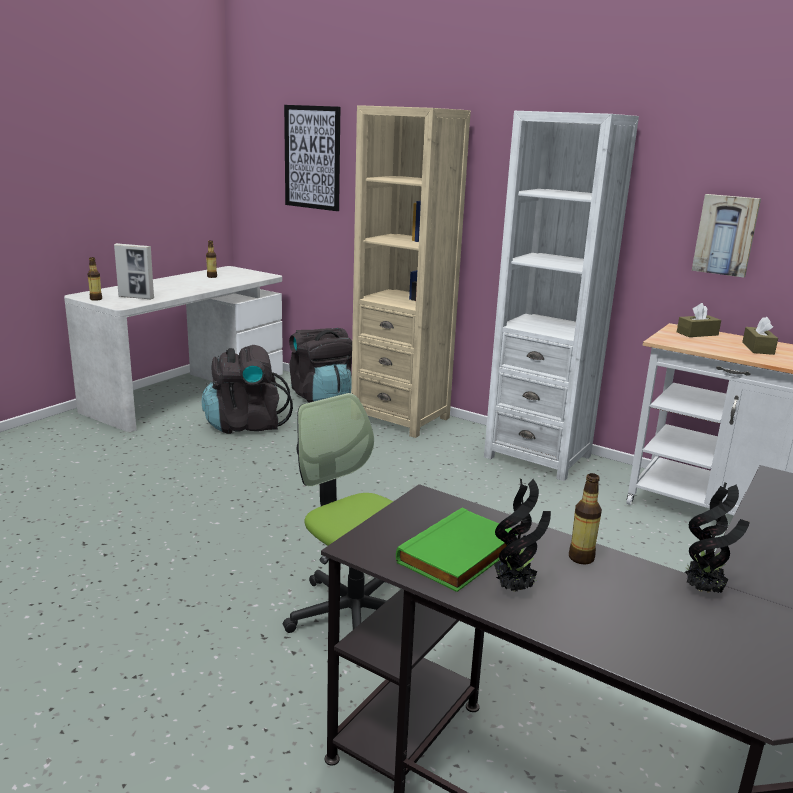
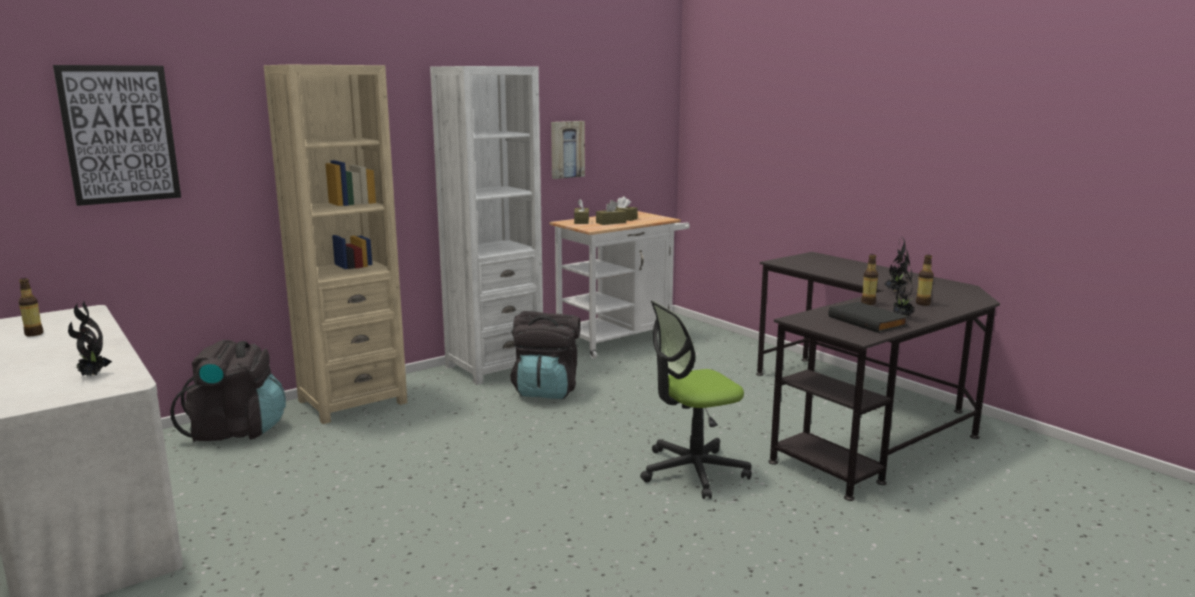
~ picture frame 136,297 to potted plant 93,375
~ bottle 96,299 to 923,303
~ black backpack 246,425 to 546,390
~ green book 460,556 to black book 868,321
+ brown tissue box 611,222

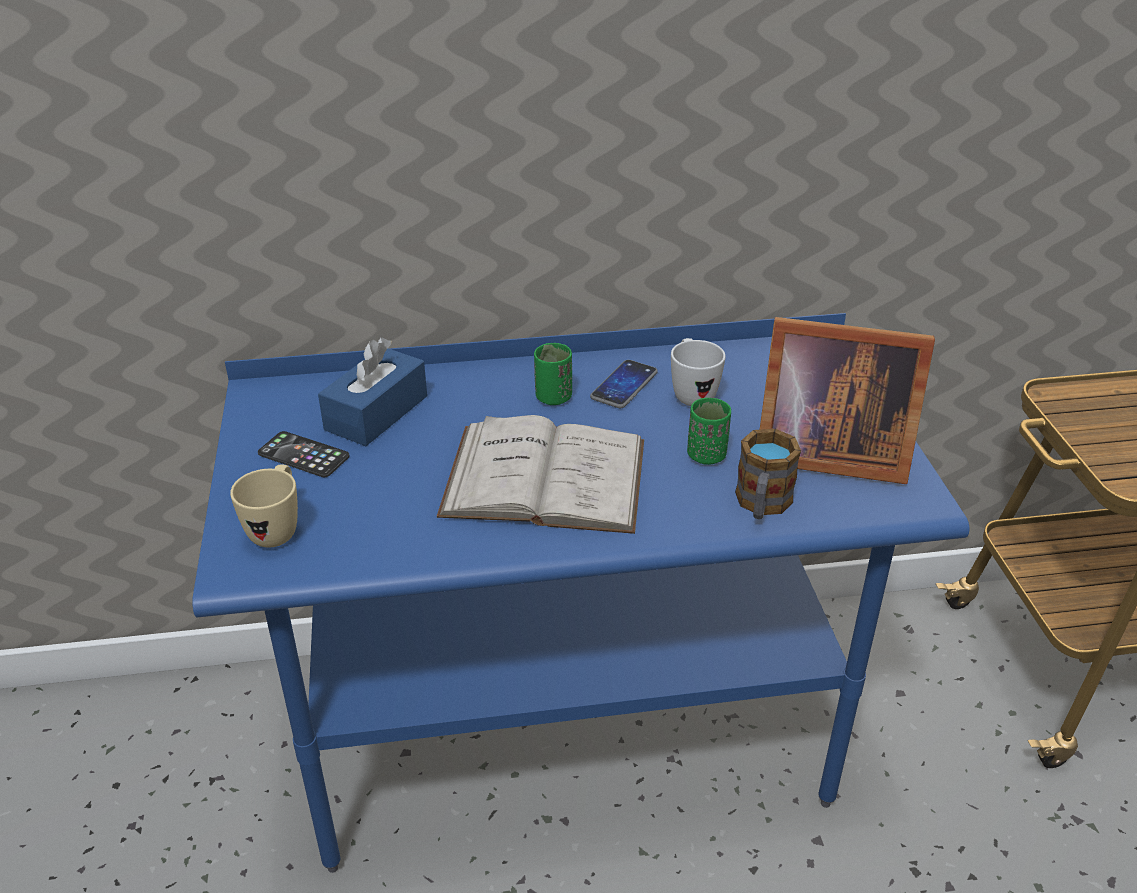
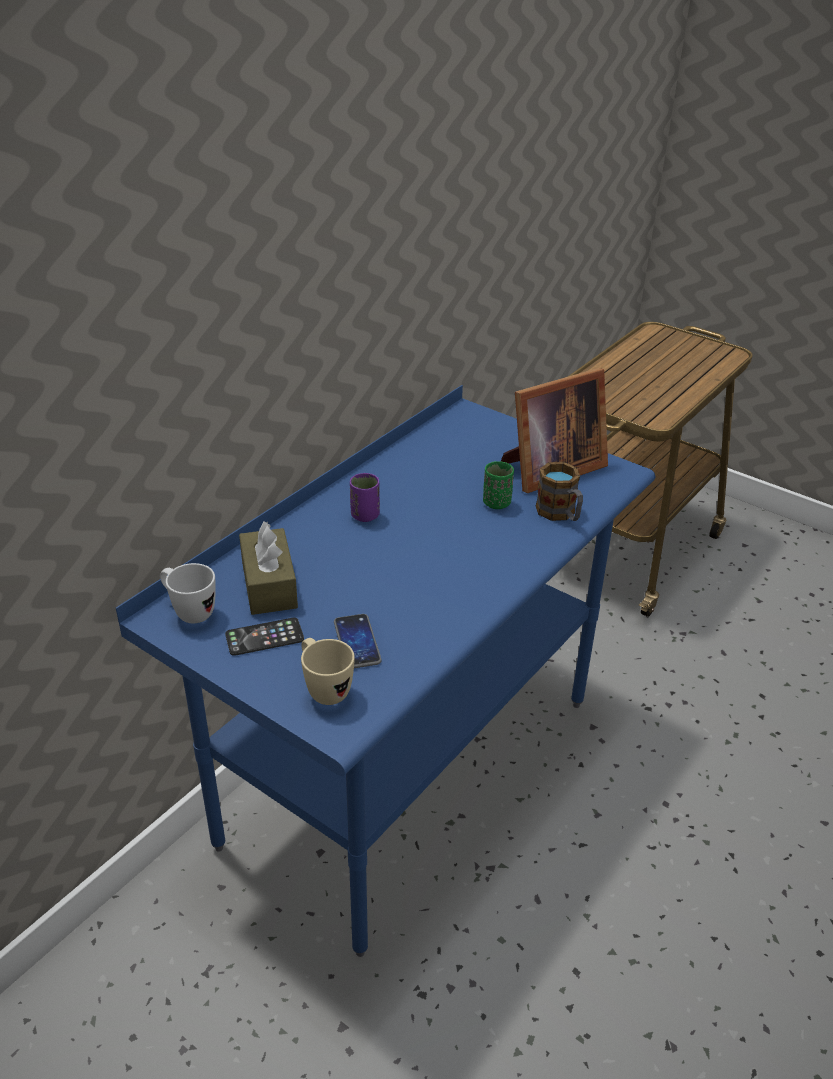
~ blue tissue box 376,413 to brown tissue box 269,585
~ white mug 691,393 to 189,611
~ green cup 553,397 to purple cup 365,515
~ phone 624,385 to 357,642
- white book 545,477

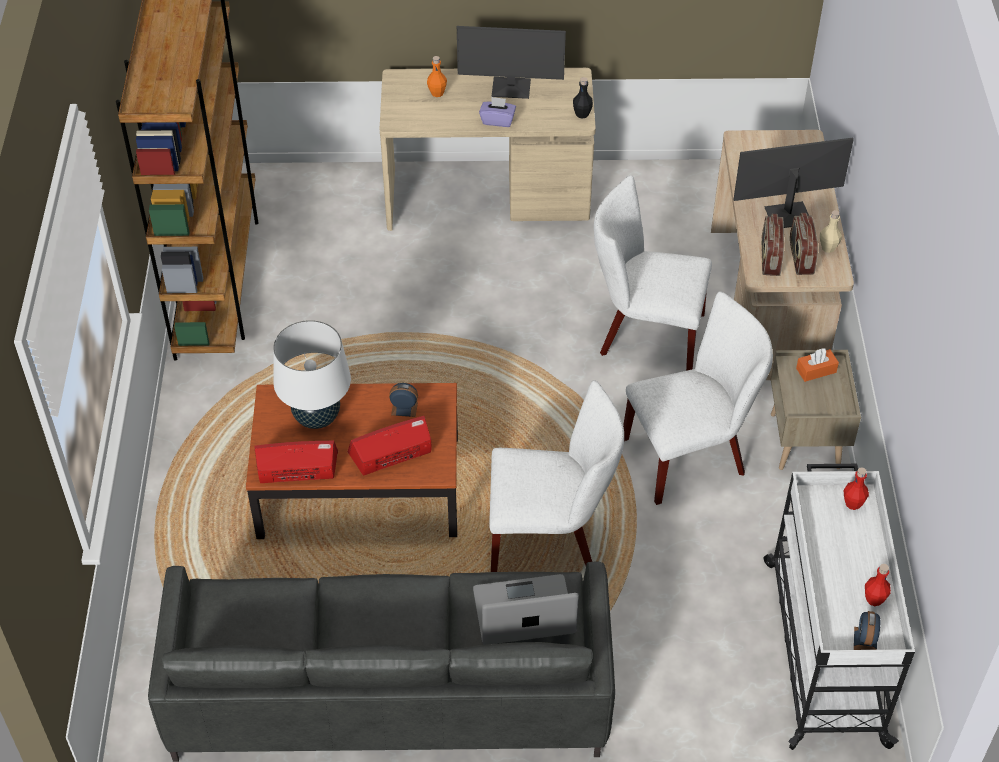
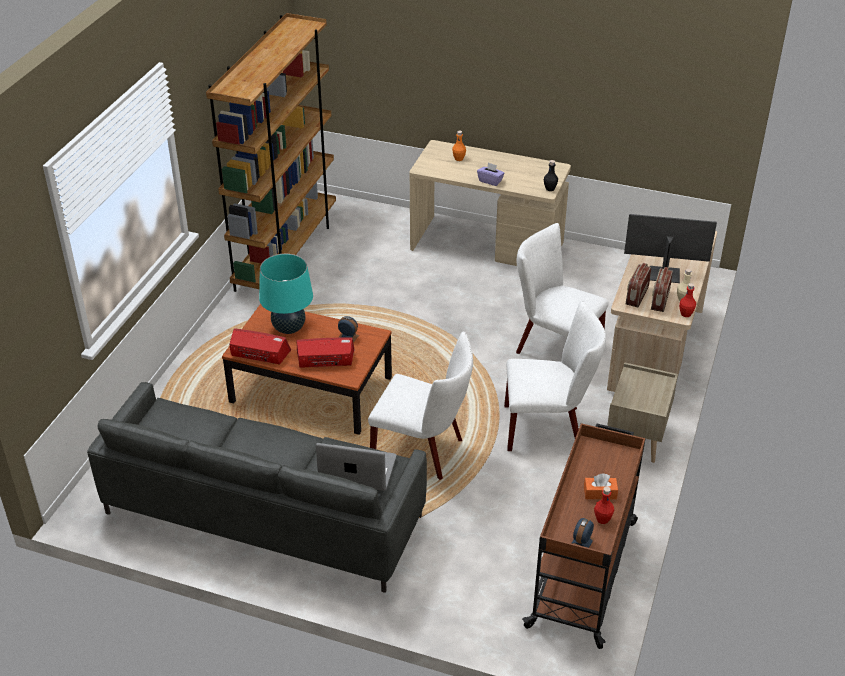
- monitor 511,89
~ white table lamp 317,417 to turquoise table lamp 289,328
~ orange tissue box 816,370 to 600,493
~ white cart 824,648 to brown cart 583,571
~ red bottle 853,503 to 686,314

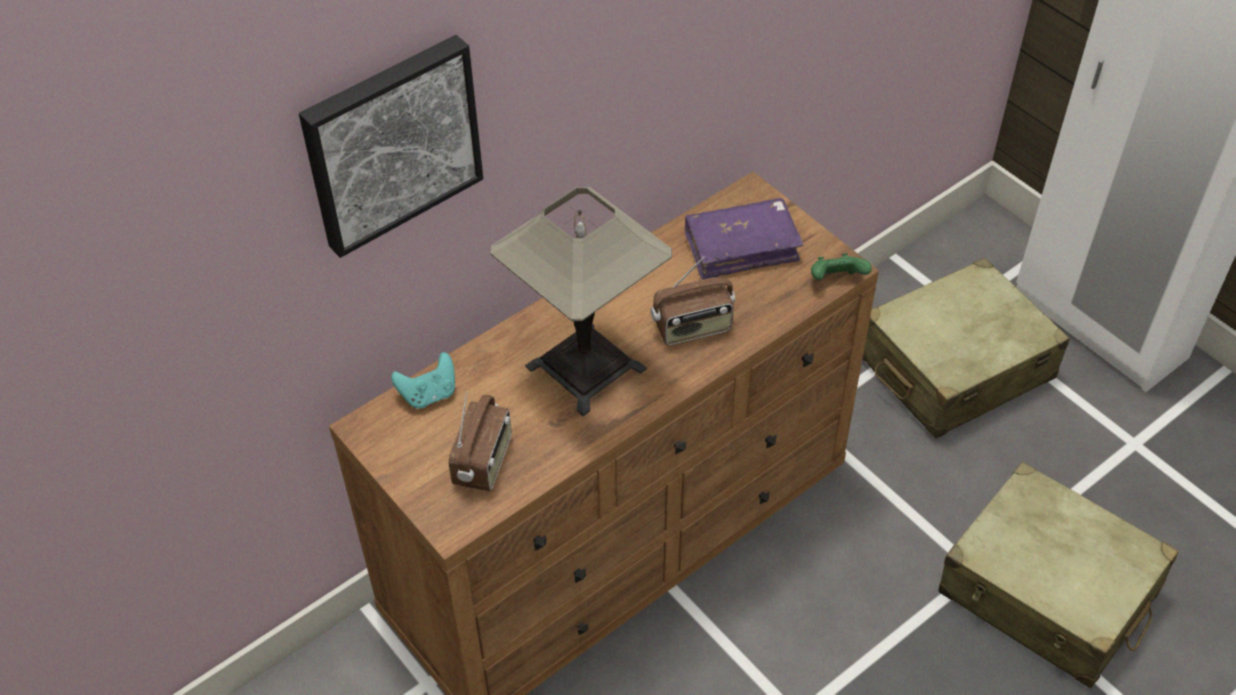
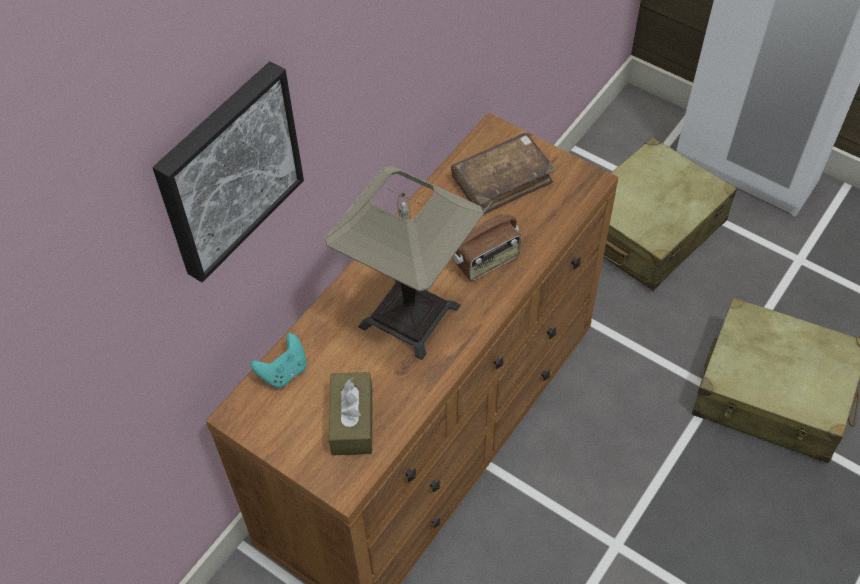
~ purple book 741,247 to brown book 502,181
- green game controller 836,280
~ radio 484,462 to brown tissue box 352,421

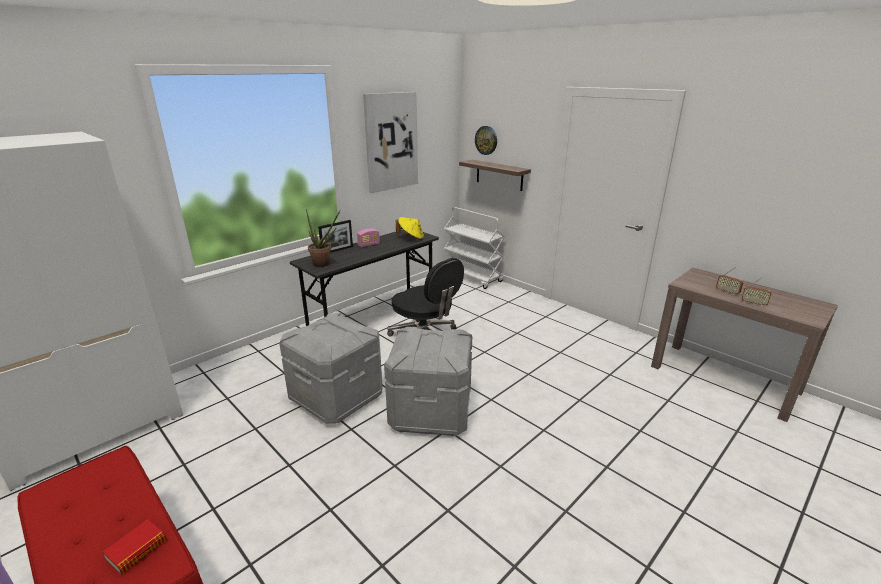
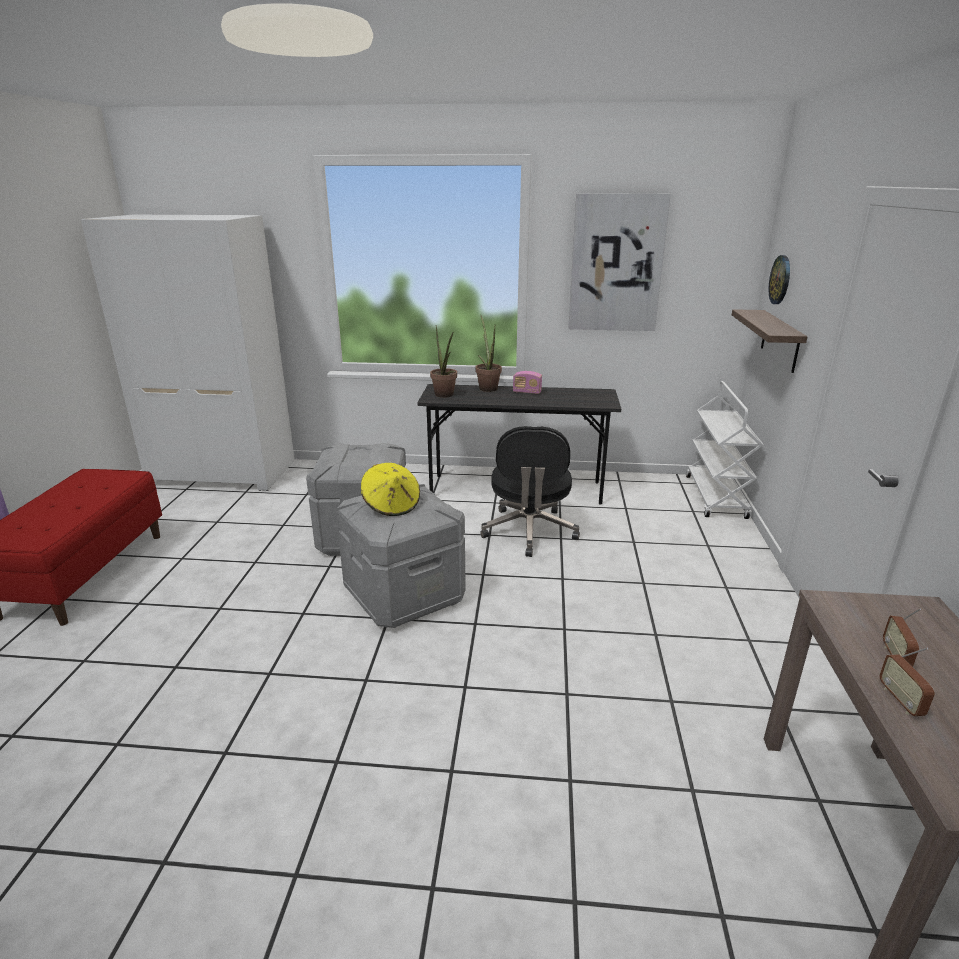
~ yellow hat 411,238 to 391,505
~ picture frame 337,250 to potted plant 487,387
- book 137,550

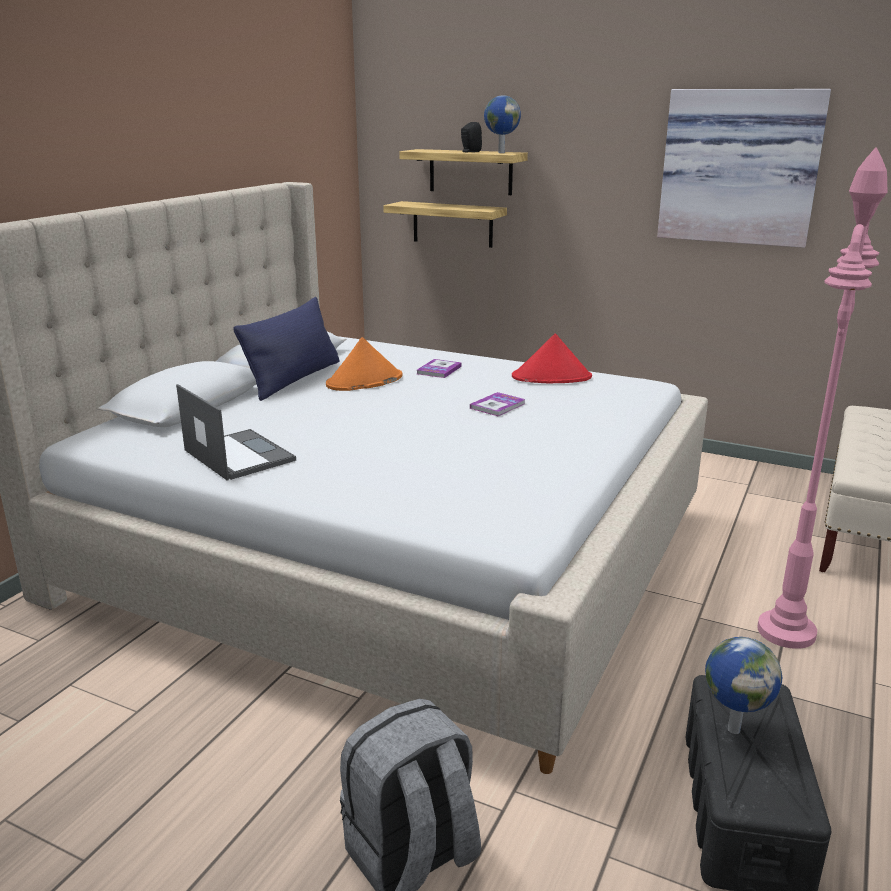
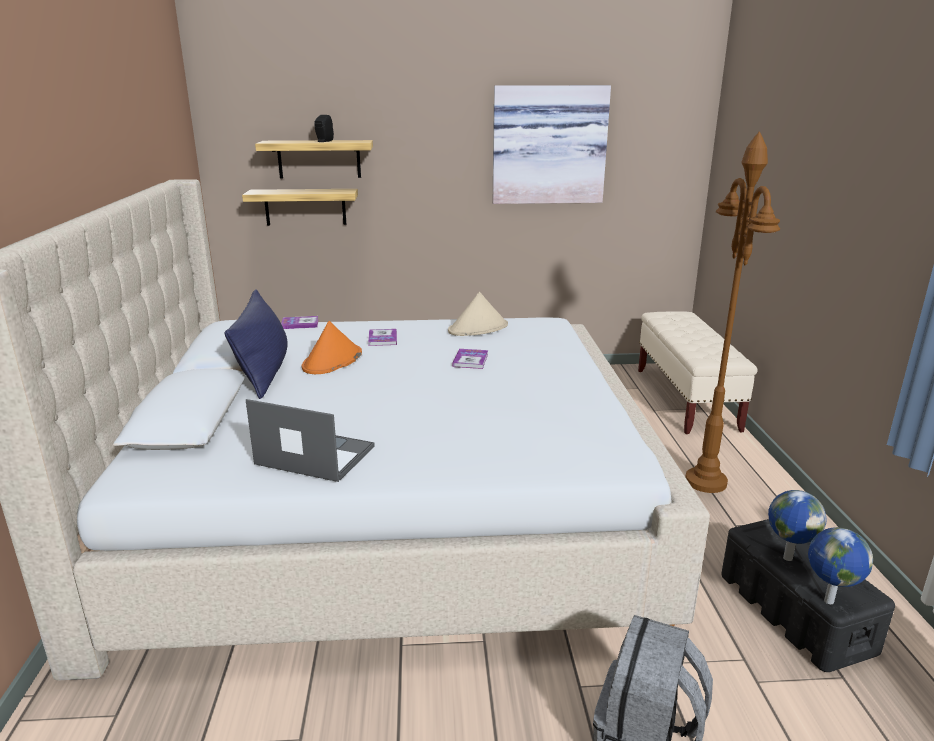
~ globe 501,152 to 827,600
~ pink floor lamp 786,632 to brown floor lamp 706,482
~ red hat 552,377 to beige hat 478,328
+ book 300,324

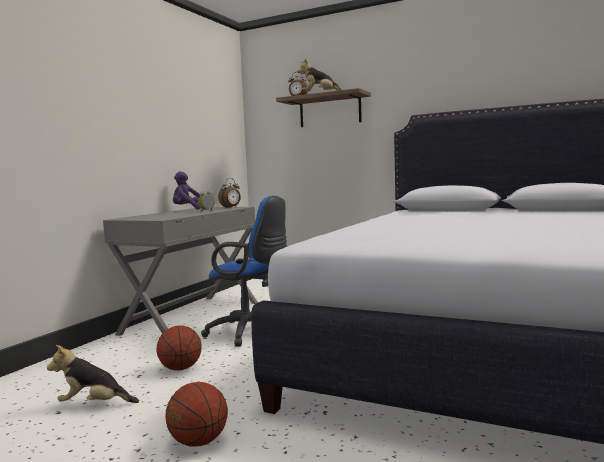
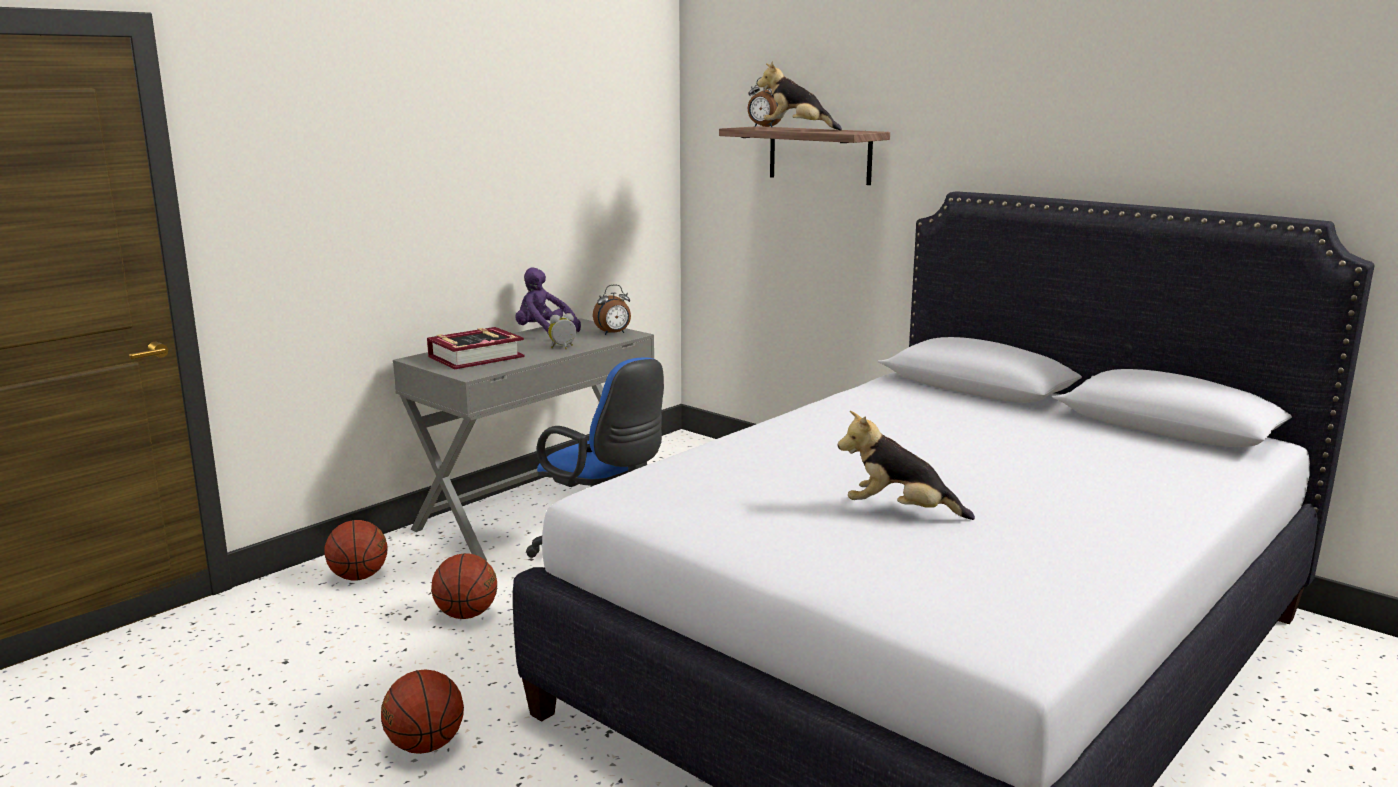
~ plush toy 94,404 to 900,512
+ book 475,357
+ basketball 359,577

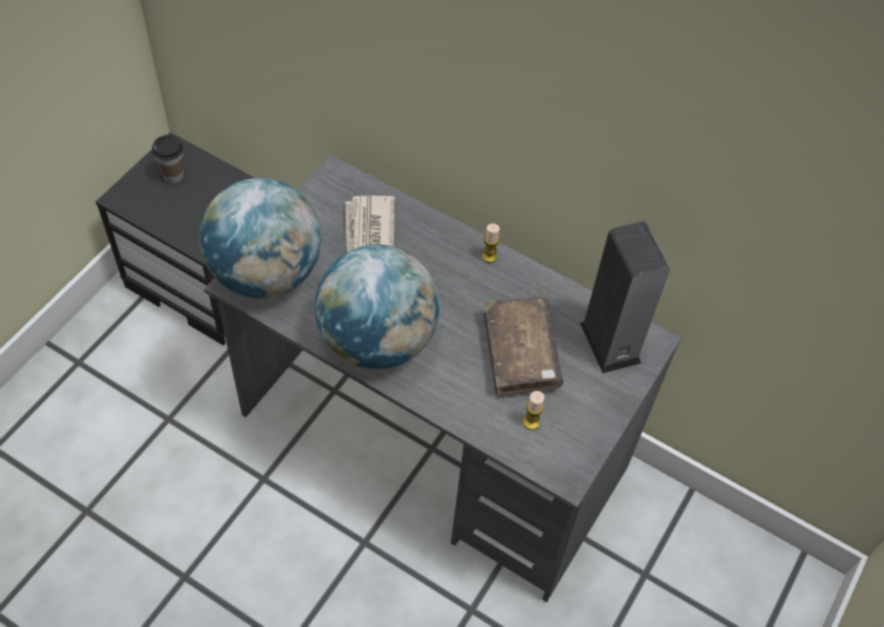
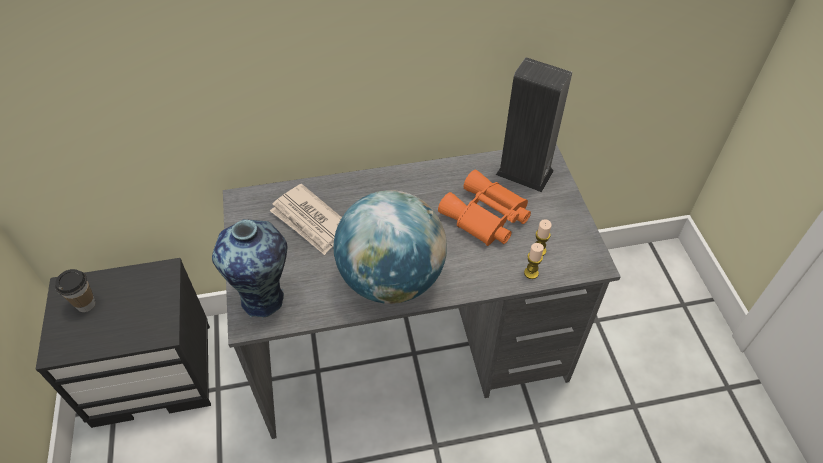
~ globe 265,273 to vase 264,298
~ candle 489,256 to 531,273
~ brown book 520,354 to orange binoculars 485,217

